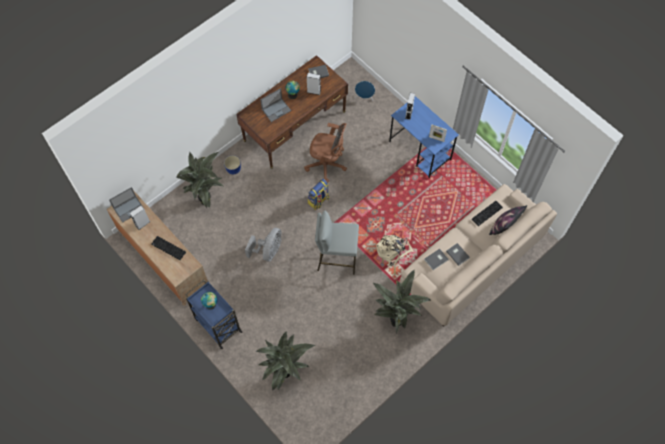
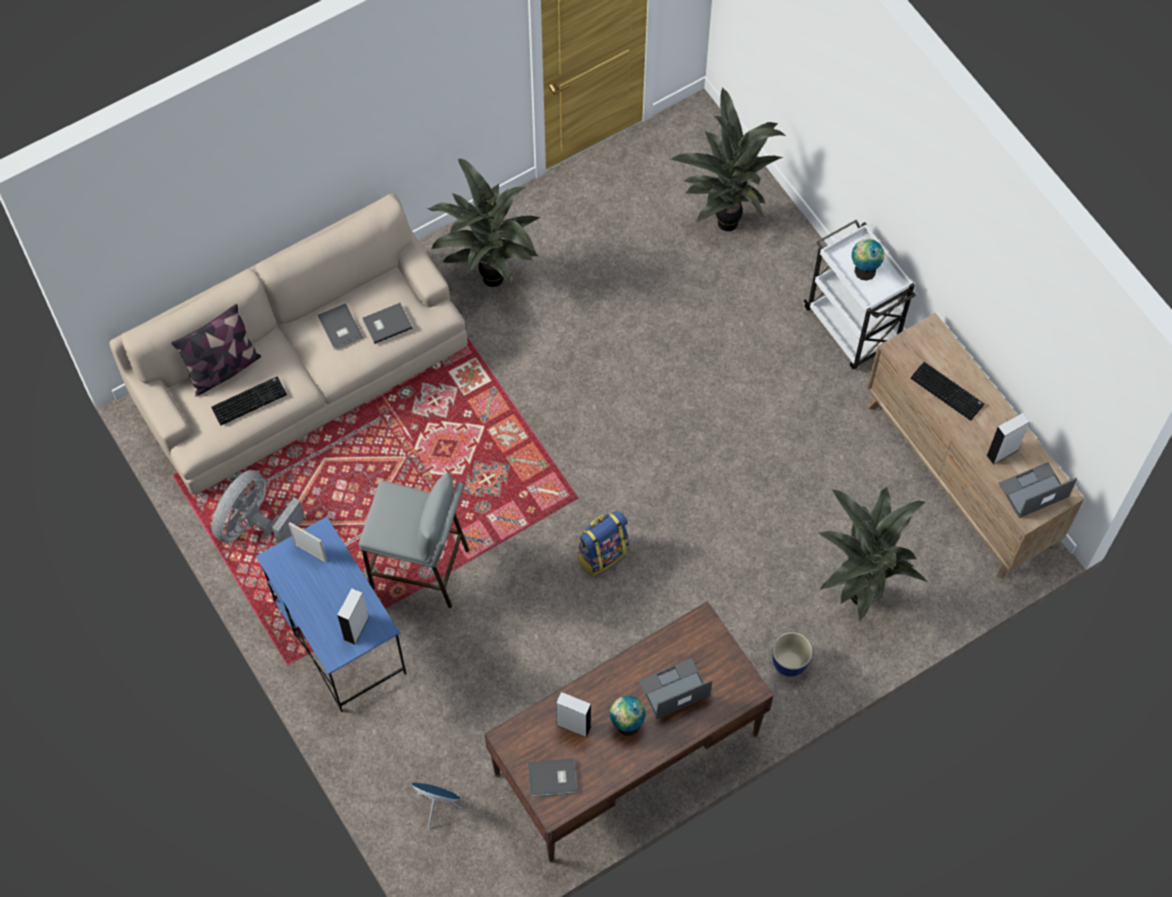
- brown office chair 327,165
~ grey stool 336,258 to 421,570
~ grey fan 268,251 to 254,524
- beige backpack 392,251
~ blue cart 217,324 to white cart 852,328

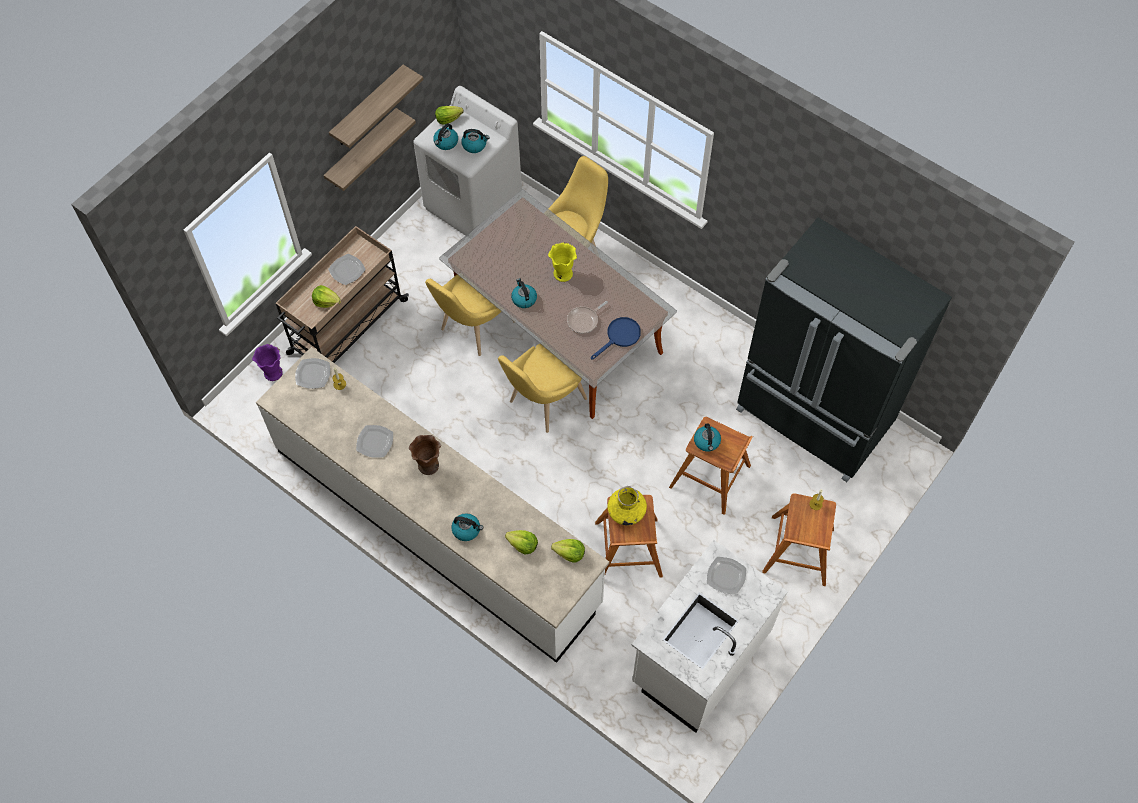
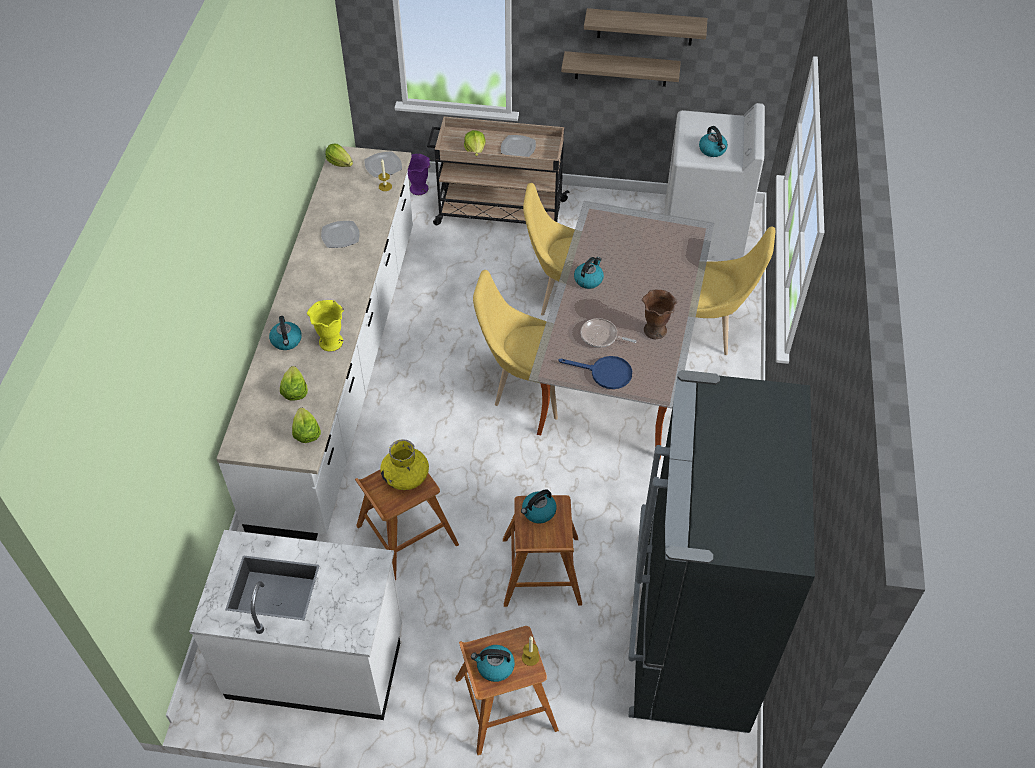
~ lettuce 448,119 to 339,163
~ kettle 446,142 to 494,667
~ yellow vase 563,273 to 331,342
~ brown vase 428,465 to 655,330
- plate 726,576

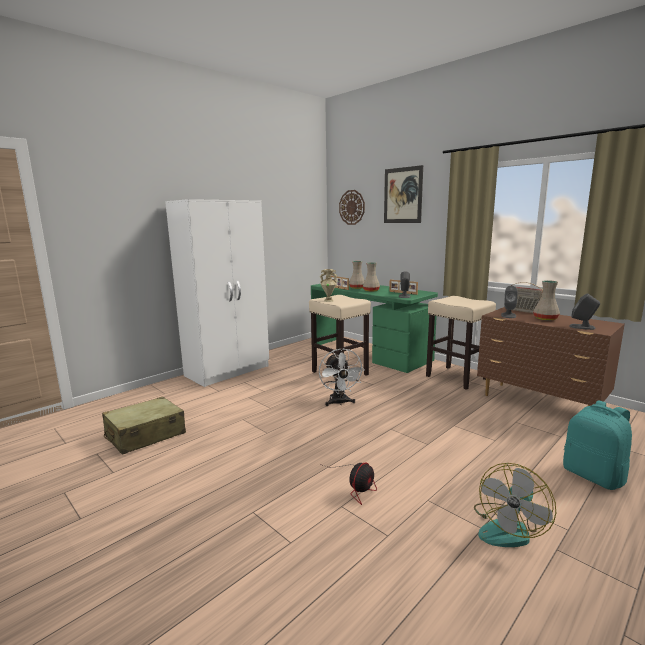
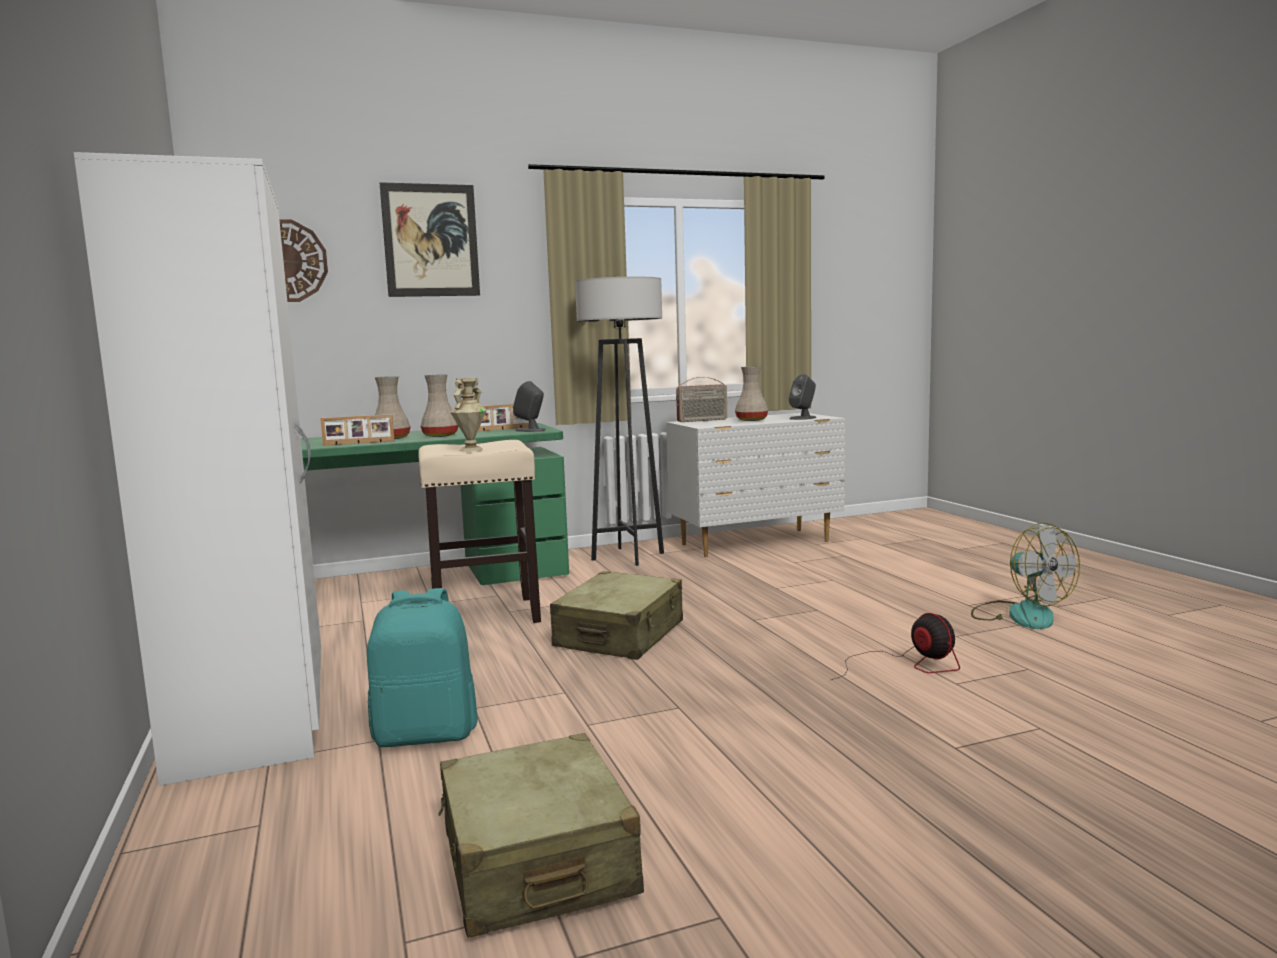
- grey speaker 508,315
~ beige stool 457,377 to grey floor lamp 627,556
~ brown dresser 540,403 to white dresser 757,543
~ white fan 339,403 to beige suitcase 620,635
~ turquoise backpack 594,476 to 426,734

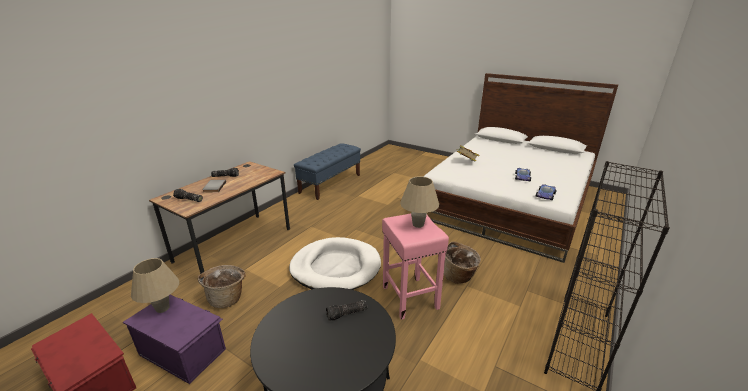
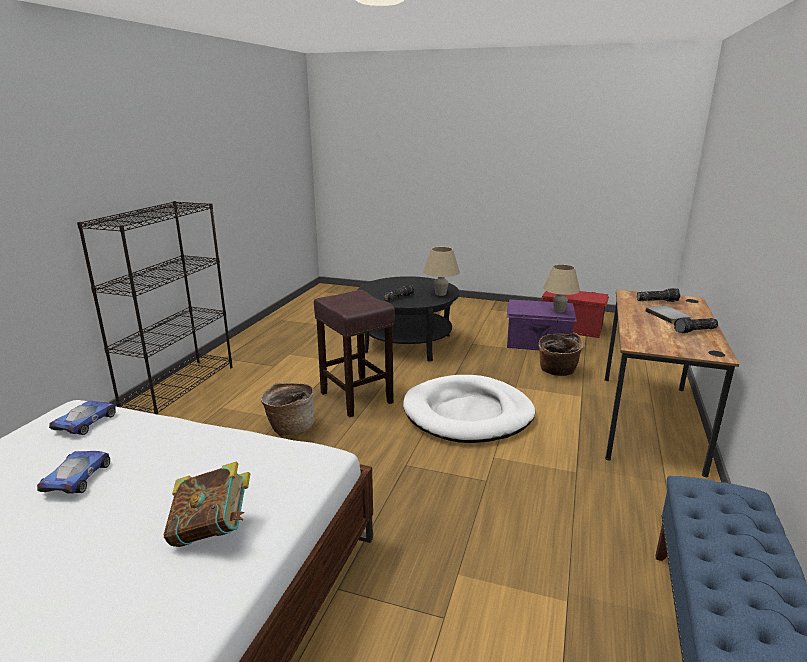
~ beige table lamp 418,224 to 440,294
~ pink stool 409,297 to brown stool 357,398

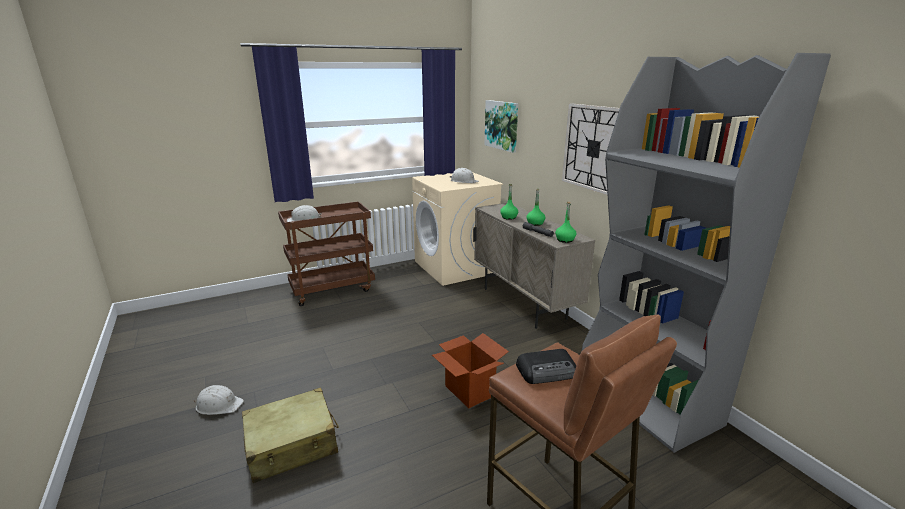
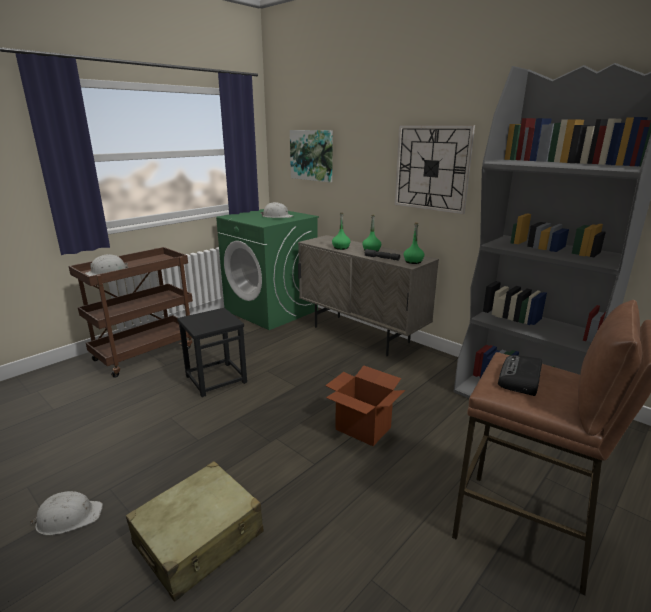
~ beige washing machine 455,267 to green washing machine 272,310
~ radio 548,371 = 520,379 150 degrees clockwise
+ black stool 216,379

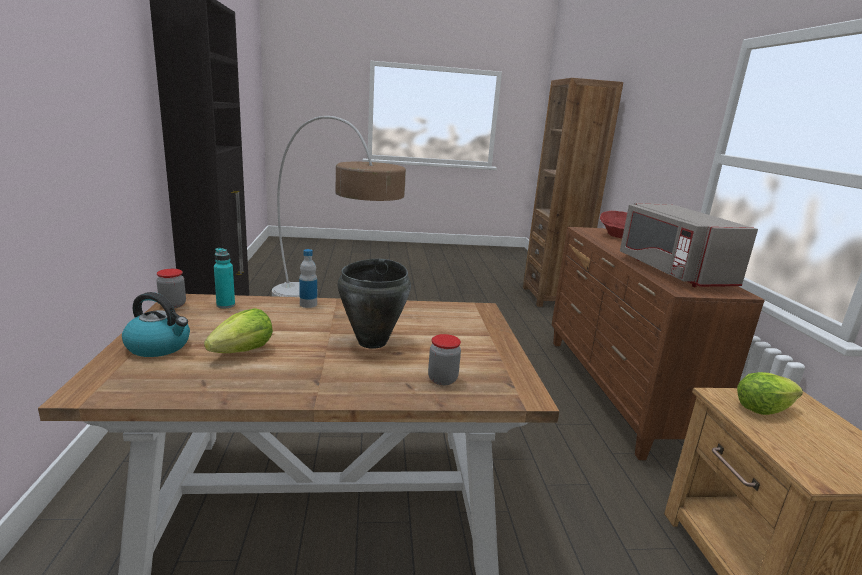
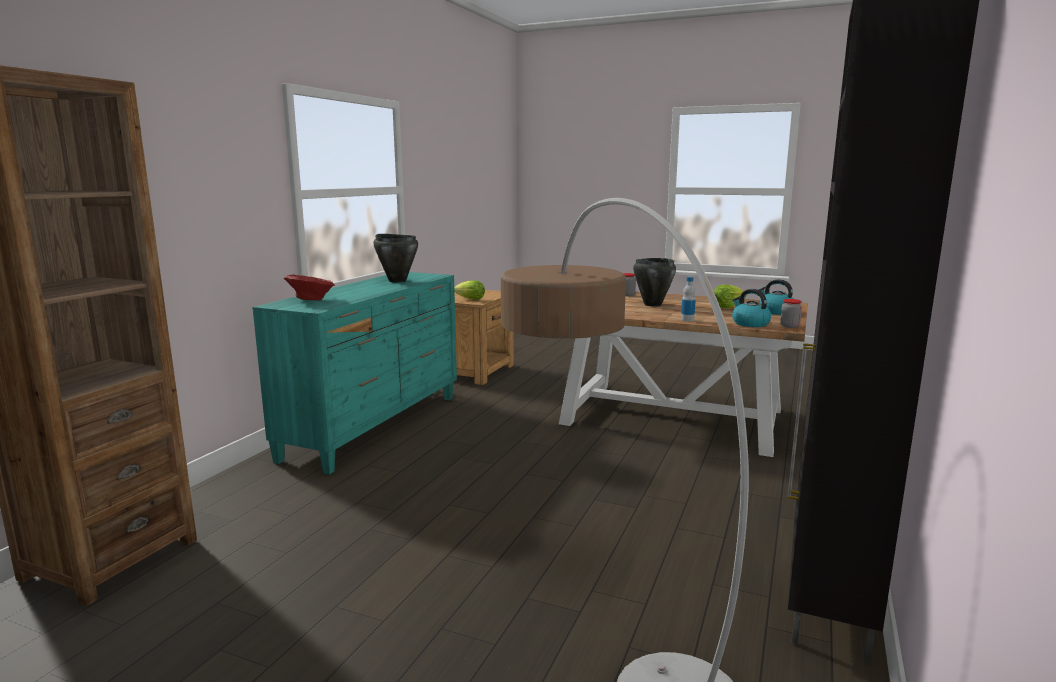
~ grey microwave 672,271 to black cooking pot 397,281
~ brown dresser 615,391 to turquoise dresser 375,426
~ turquoise bottle 225,305 to kettle 749,323

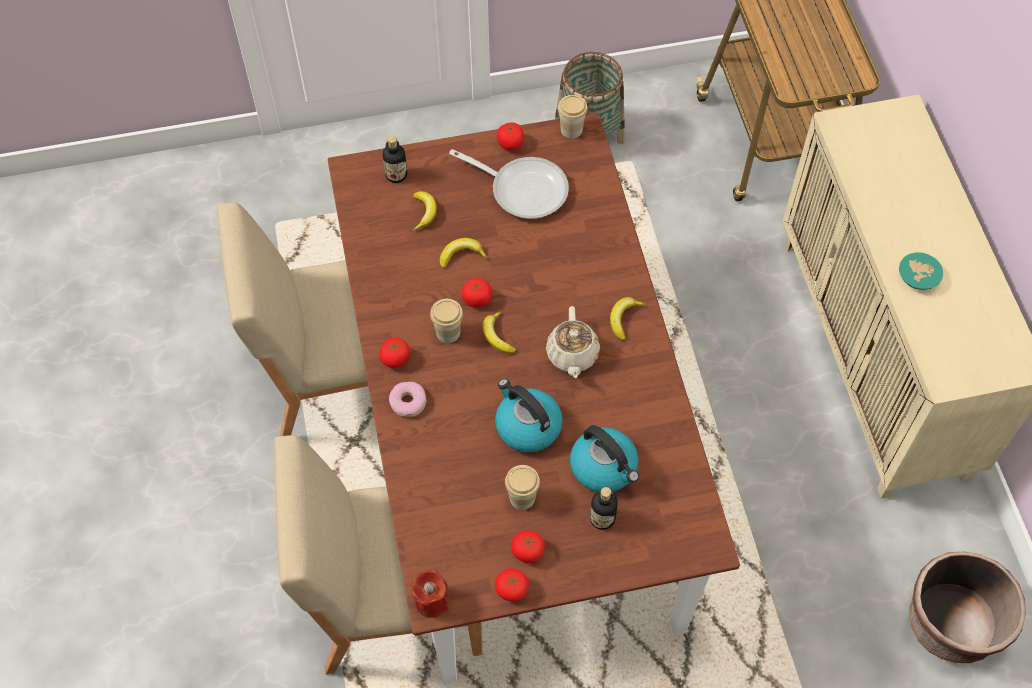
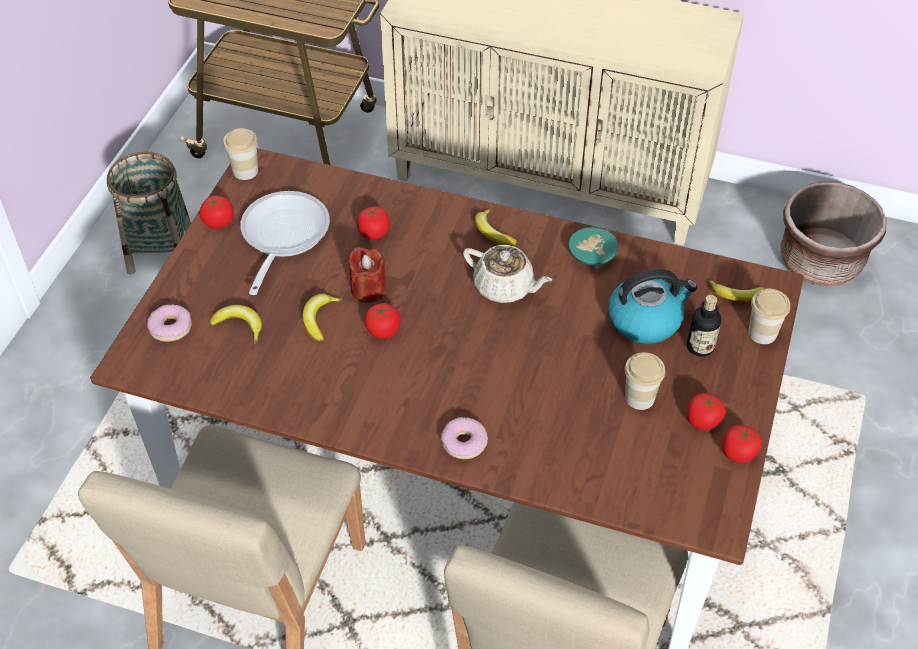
~ bottle 396,175 to donut 171,328
~ frying pan 523,189 = 282,236 45 degrees counterclockwise
~ turquoise bowl 916,276 to 590,255
~ cup 448,332 to 762,333
~ banana 497,336 to 736,296
~ tomato 395,359 to 374,232
- kettle 527,426
~ red candle 431,601 to 368,289

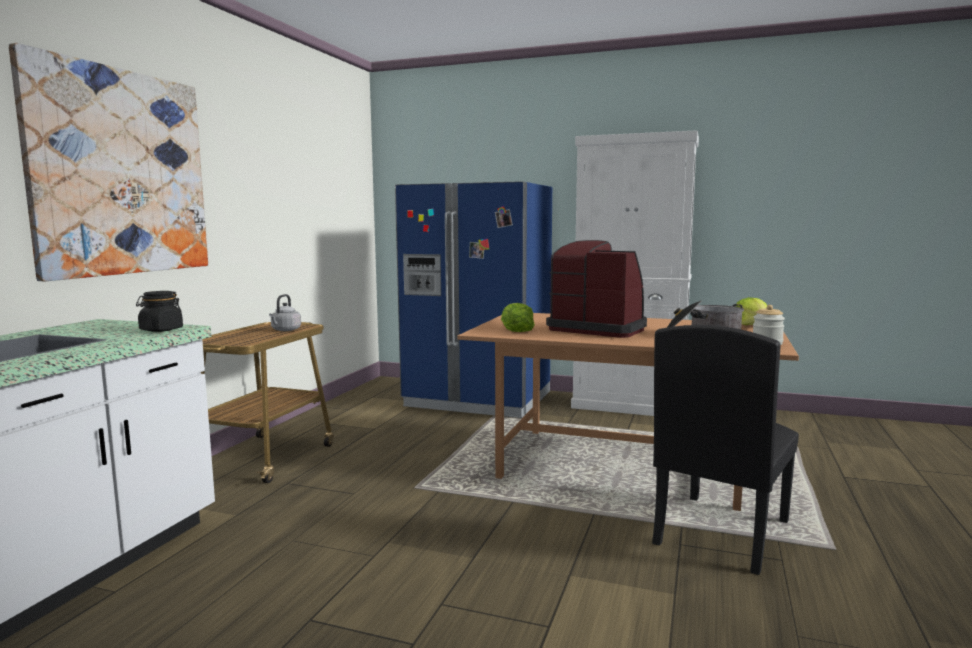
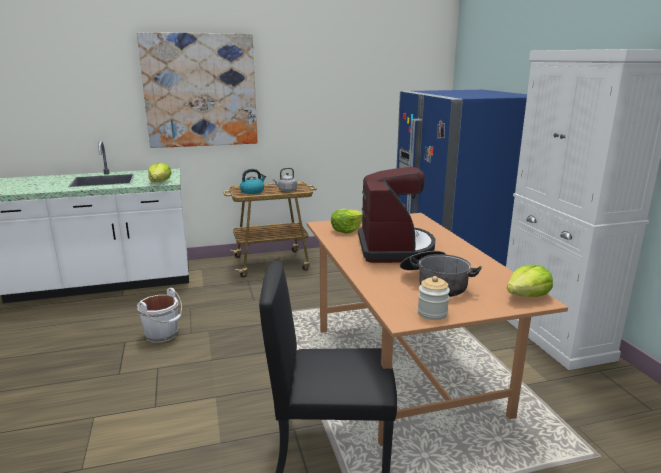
~ black jar 161,330 to lettuce 160,182
+ kettle 252,191
+ white bucket 163,334

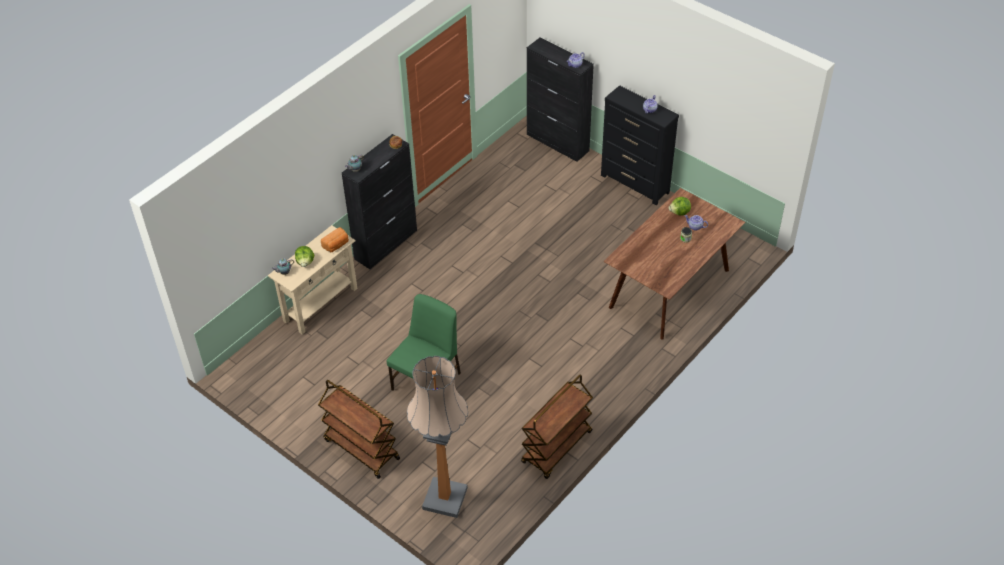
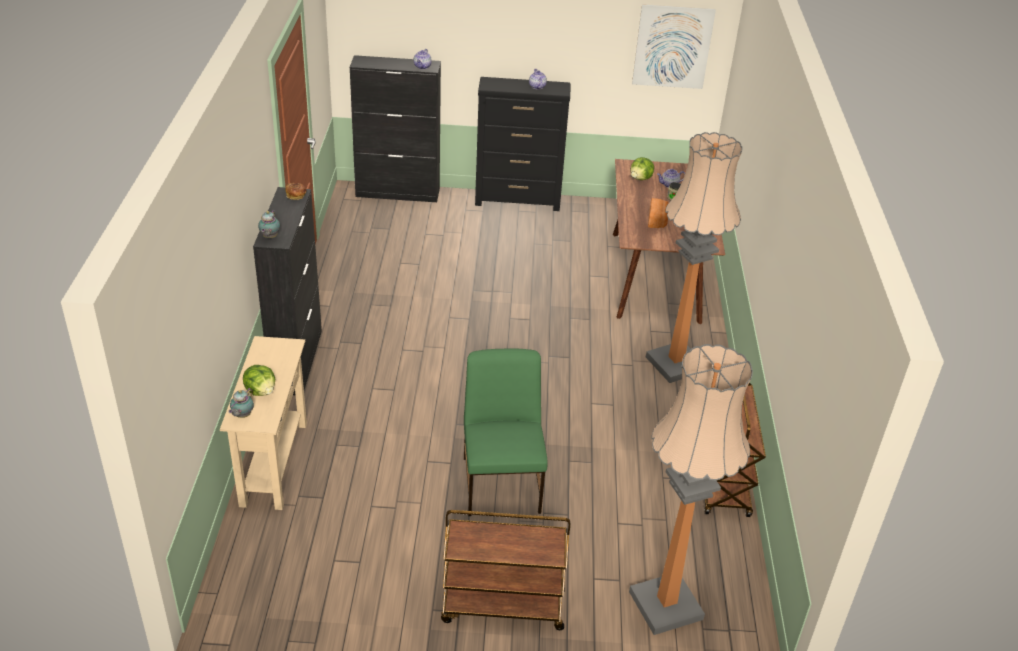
~ bread 336,245 to 657,221
+ picture 672,47
+ floor lamp 675,364

